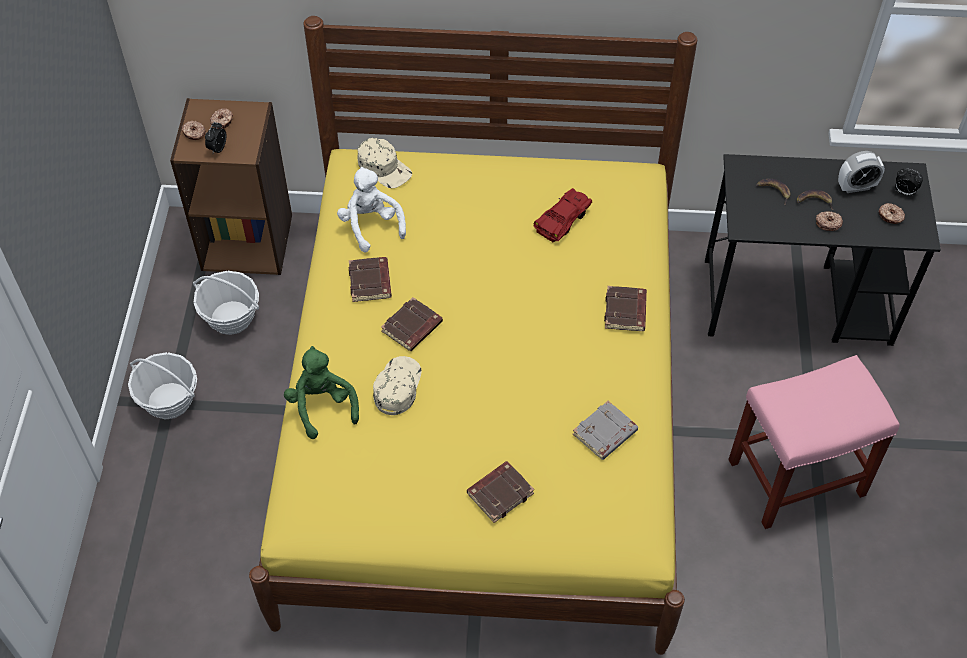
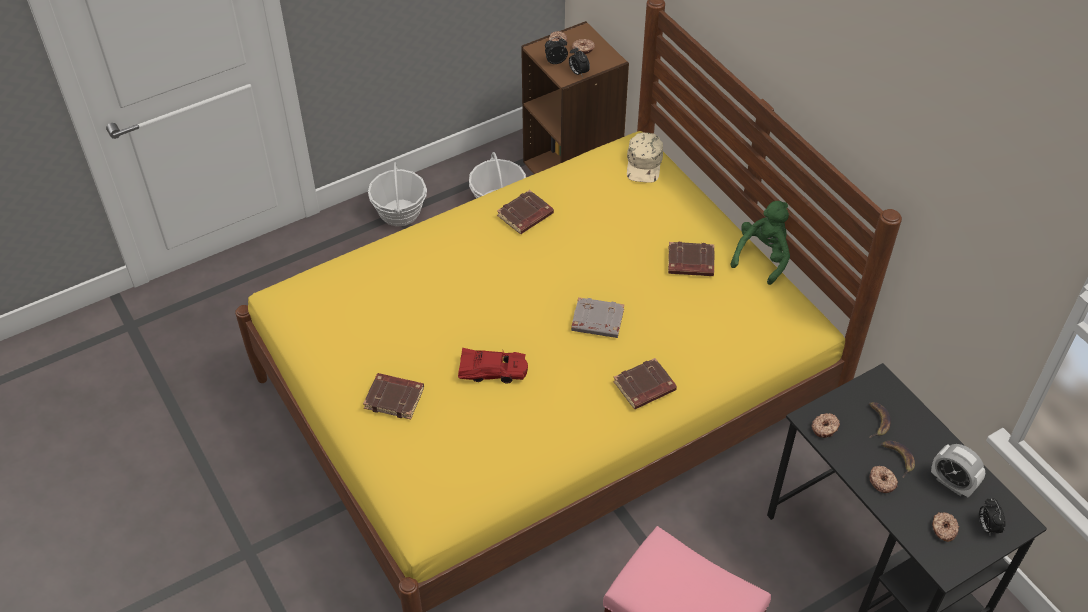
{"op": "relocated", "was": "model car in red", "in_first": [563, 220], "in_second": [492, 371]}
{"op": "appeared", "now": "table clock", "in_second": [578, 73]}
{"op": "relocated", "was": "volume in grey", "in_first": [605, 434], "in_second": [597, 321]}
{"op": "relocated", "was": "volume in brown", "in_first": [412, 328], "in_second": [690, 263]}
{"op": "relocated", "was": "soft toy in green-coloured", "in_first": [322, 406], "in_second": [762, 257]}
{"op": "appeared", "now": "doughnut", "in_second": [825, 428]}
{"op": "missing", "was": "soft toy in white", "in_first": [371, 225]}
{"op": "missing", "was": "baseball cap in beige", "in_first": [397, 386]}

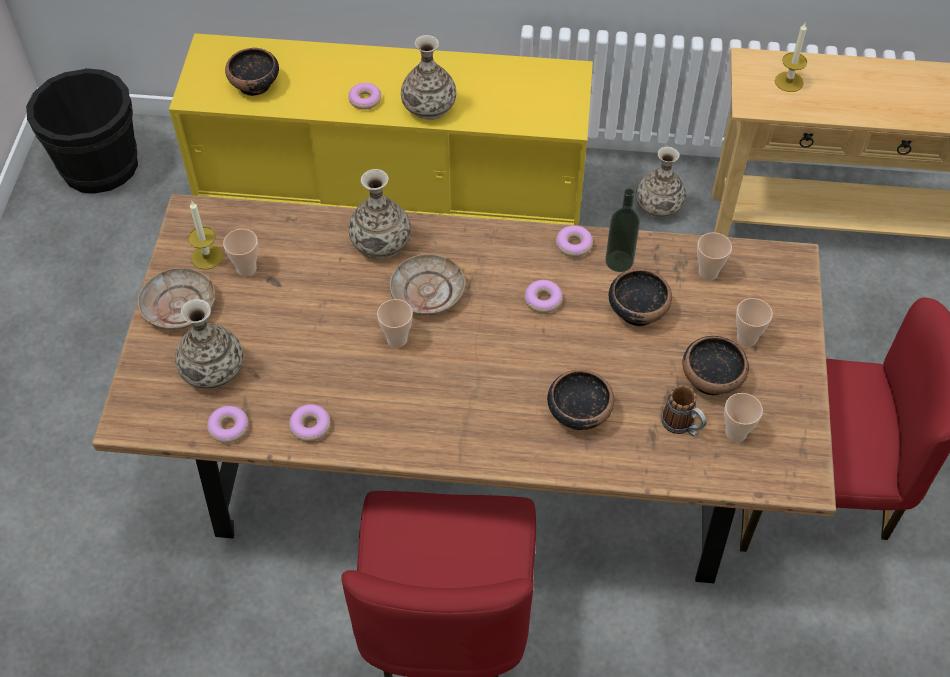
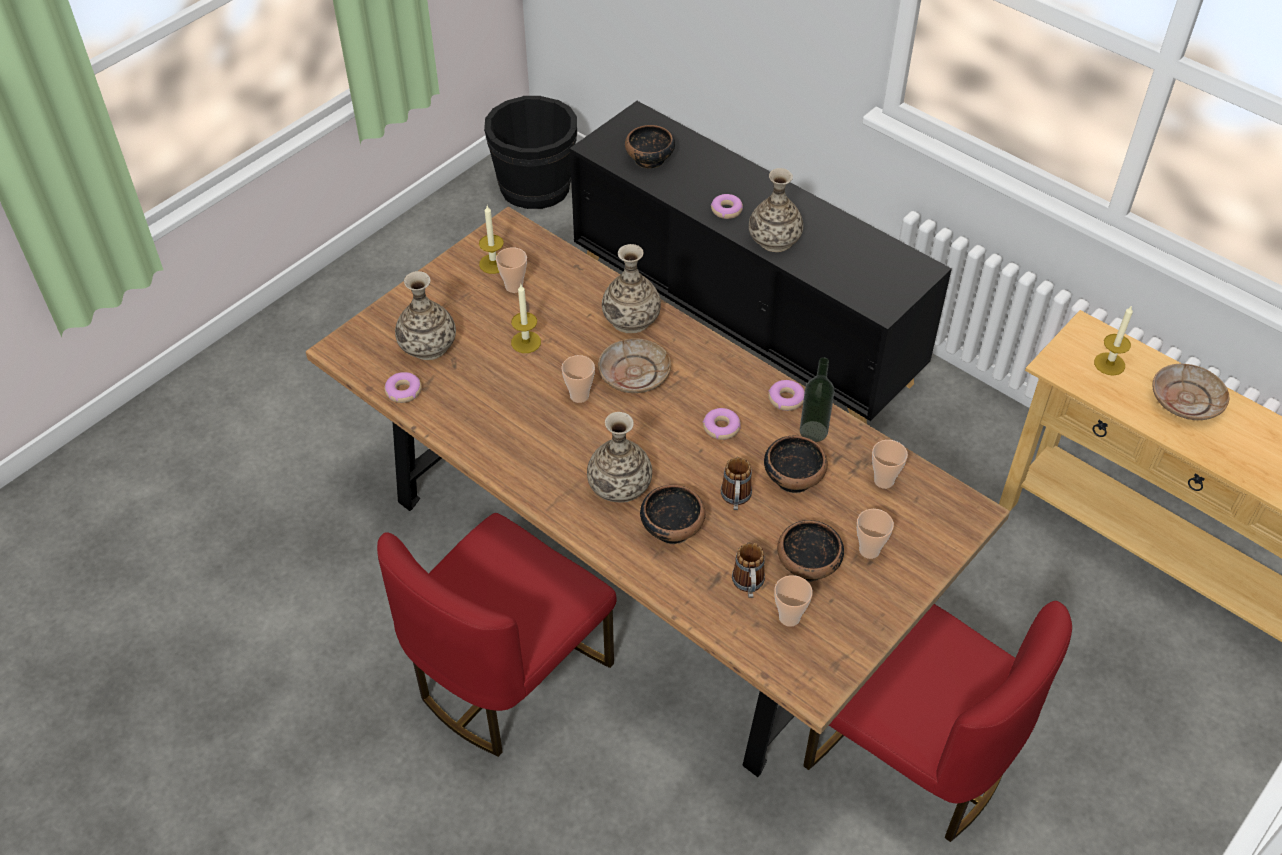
{"op": "appeared", "now": "wax light", "in_second": [526, 342]}
{"op": "colour", "was": "cabinet in yellow", "now": "cabinet in black-coloured", "in_first": [394, 198], "in_second": [744, 323]}
{"op": "relocated", "was": "decorative vase", "in_first": [659, 205], "in_second": [620, 486]}
{"op": "appeared", "now": "tea mug", "in_second": [735, 499]}
{"op": "relocated", "was": "dinner plate in beige", "in_first": [178, 306], "in_second": [1186, 399]}
{"op": "missing", "was": "doughnut", "in_first": [310, 426]}

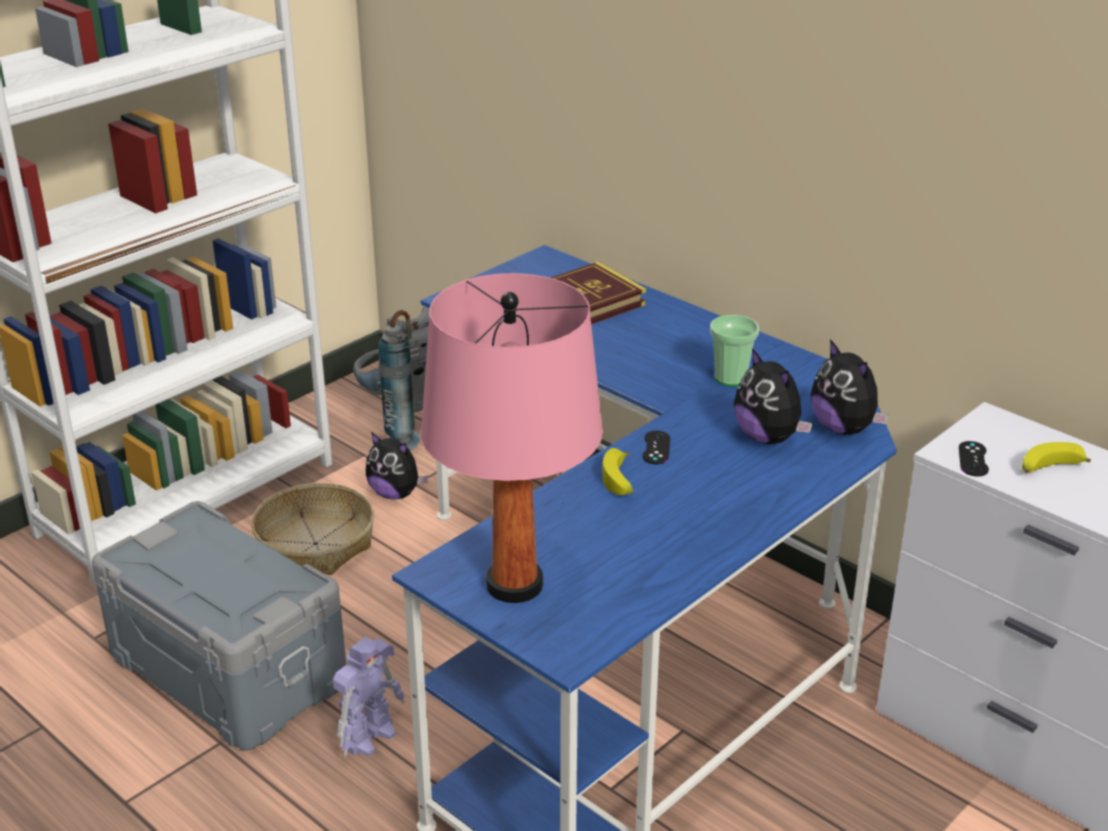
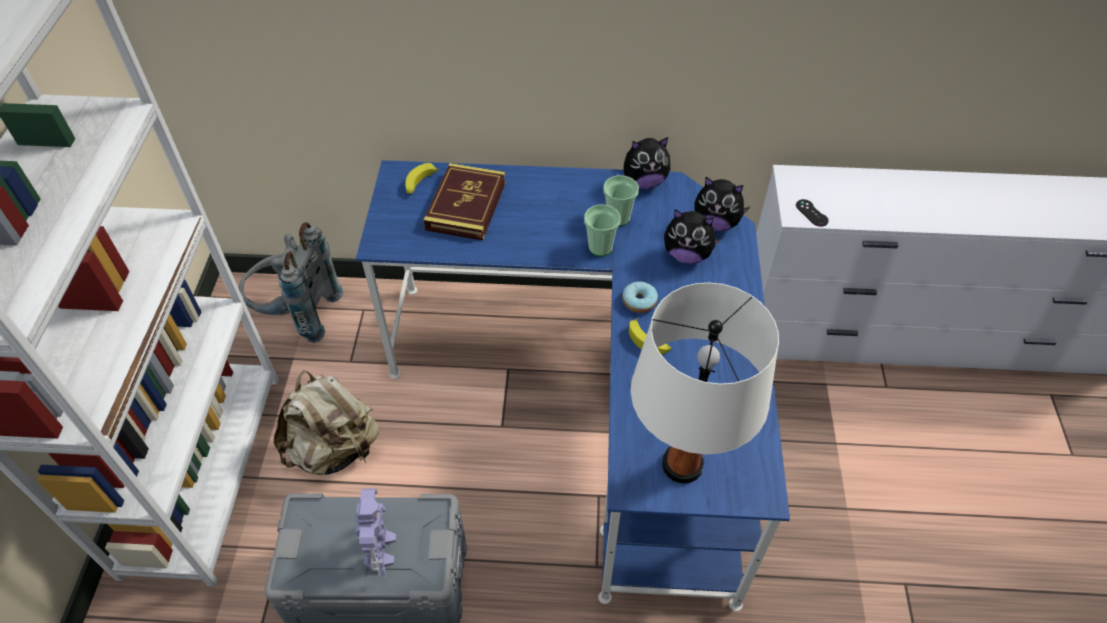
{"op": "exchanged", "was": "household basket", "now": "knapsack in beige", "in_first": [316, 543], "in_second": [334, 449]}
{"op": "relocated", "was": "model robot", "in_first": [370, 736], "in_second": [380, 548]}
{"op": "relocated", "was": "banana", "in_first": [1050, 468], "in_second": [420, 184]}
{"op": "appeared", "now": "small cup", "in_second": [600, 247]}
{"op": "exchanged", "was": "game controller in black-coloured", "now": "doughnut", "in_first": [656, 448], "in_second": [639, 301]}
{"op": "relocated", "was": "soft toy", "in_first": [395, 494], "in_second": [644, 181]}
{"op": "colour", "was": "tabletop lamp in pink", "now": "tabletop lamp in white", "in_first": [515, 585], "in_second": [682, 465]}

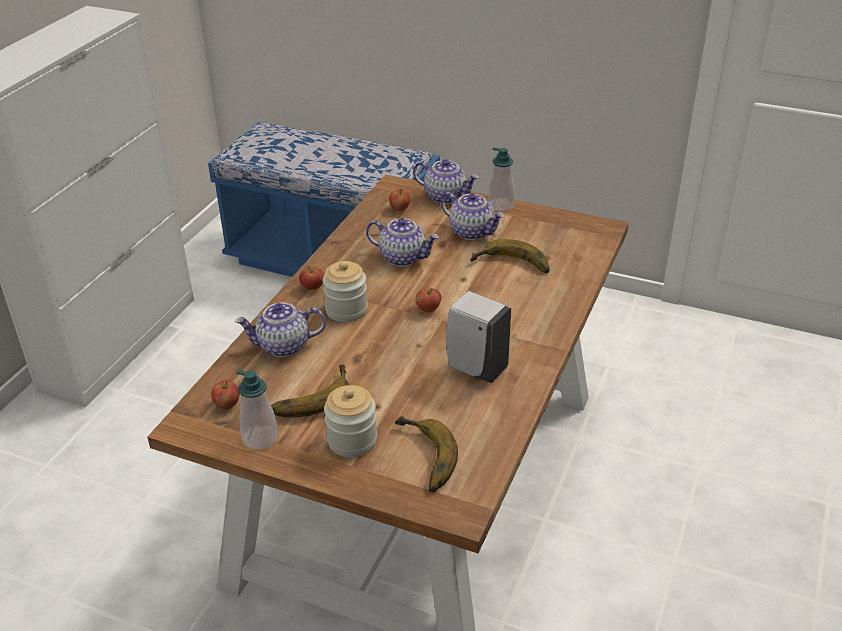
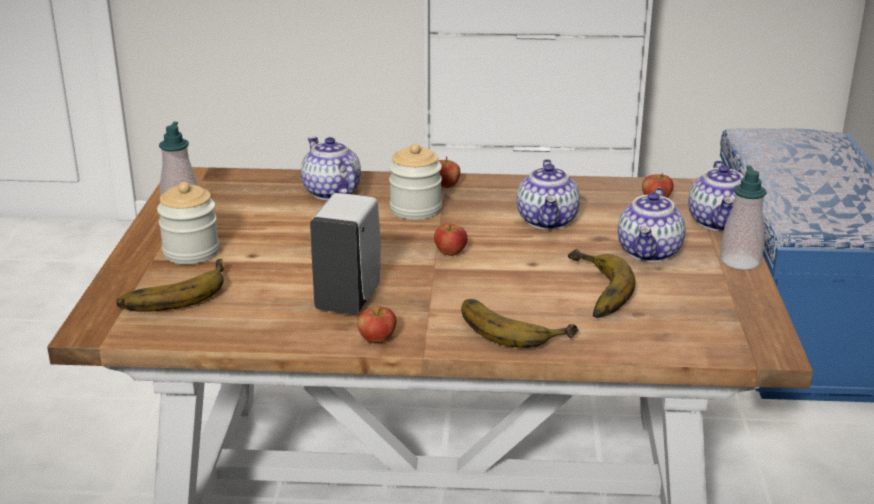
{"op": "relocated", "was": "whole apple", "in_first": [227, 405], "in_second": [377, 339]}
{"op": "relocated", "was": "banana", "in_first": [309, 396], "in_second": [514, 326]}

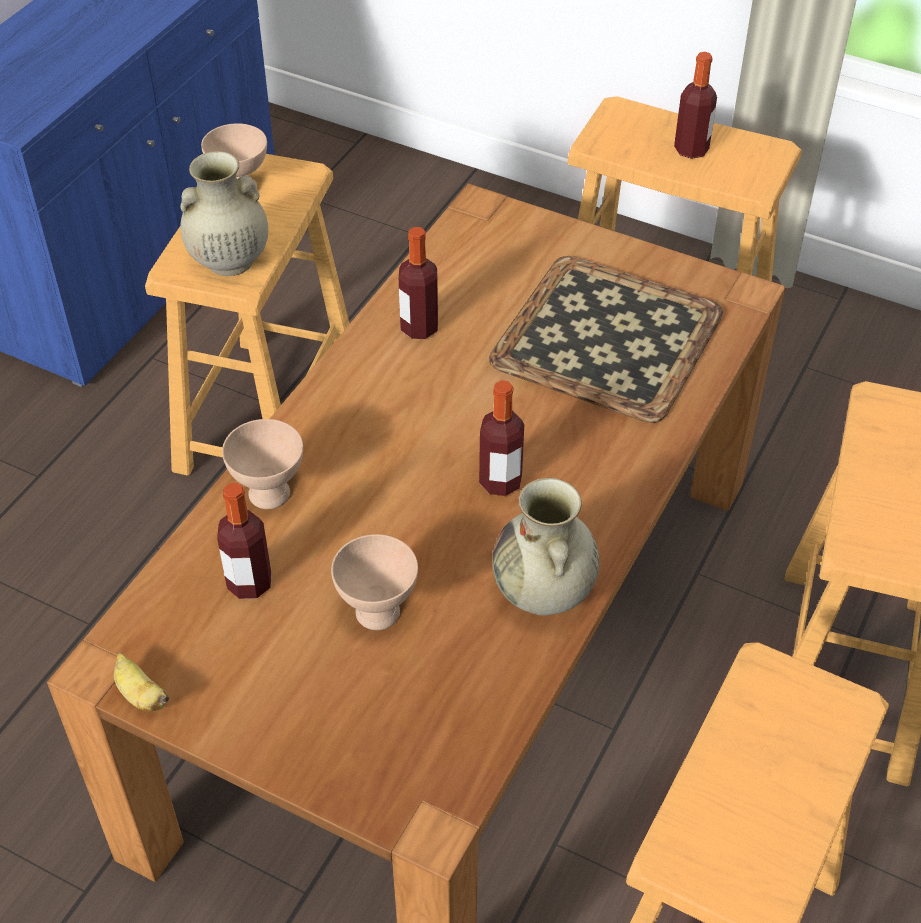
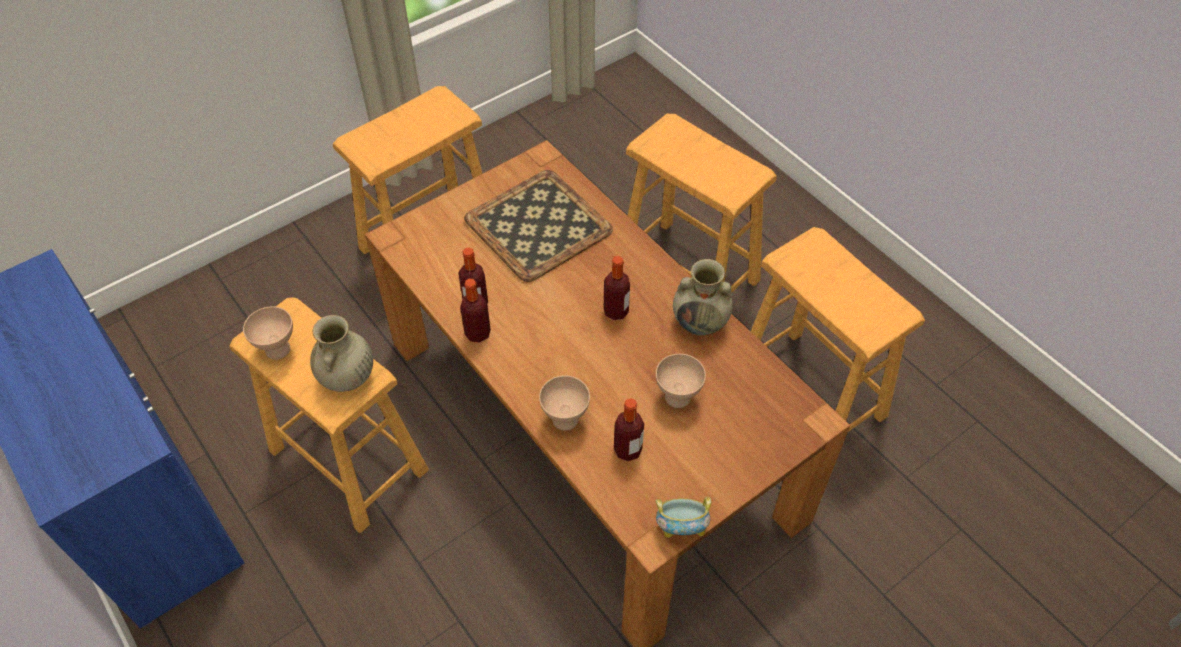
{"op": "relocated", "was": "drink bottle", "in_first": [691, 149], "in_second": [477, 333]}
{"op": "exchanged", "was": "banana", "now": "serving bowl", "in_first": [140, 695], "in_second": [681, 527]}

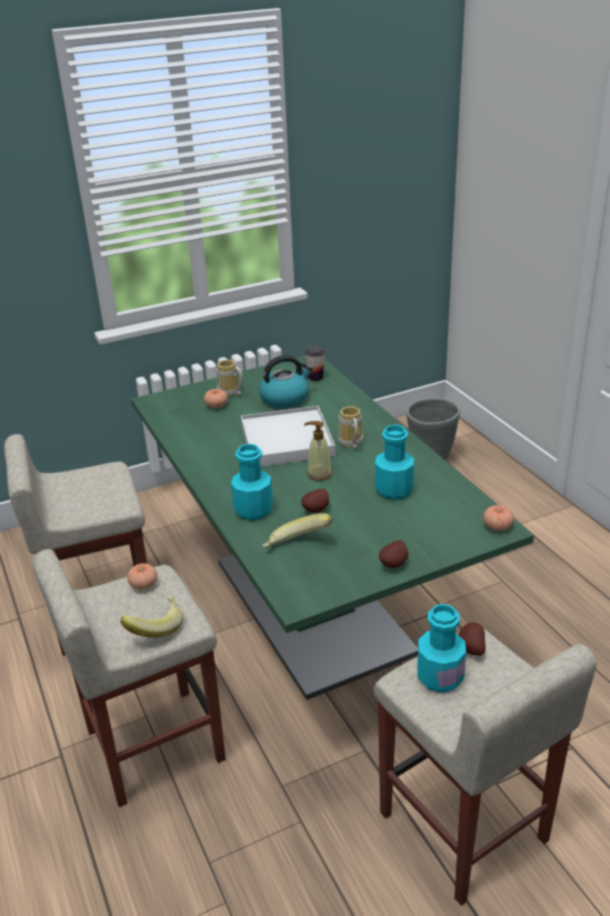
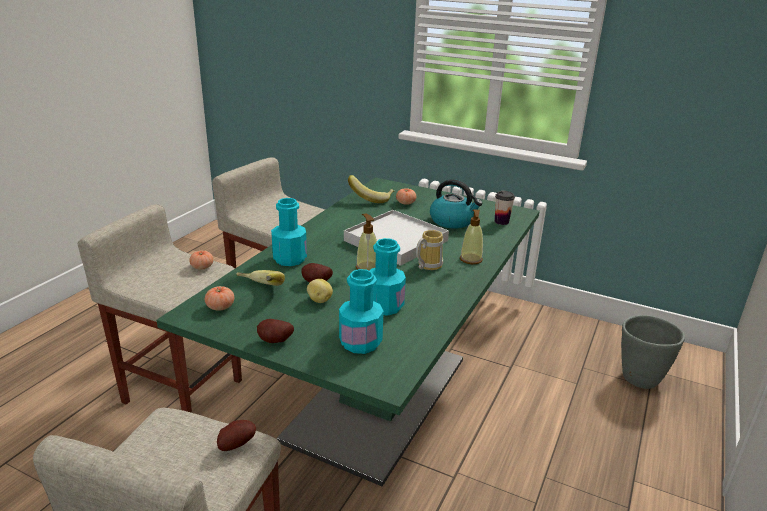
{"op": "relocated", "was": "tomato", "in_first": [497, 526], "in_second": [220, 307]}
{"op": "appeared", "now": "whole potato", "in_second": [319, 300]}
{"op": "relocated", "was": "drink bottle in turquoise", "in_first": [440, 677], "in_second": [360, 342]}
{"op": "relocated", "was": "banana", "in_first": [155, 627], "in_second": [371, 199]}
{"op": "appeared", "now": "soap bottle", "in_second": [471, 259]}
{"op": "missing", "was": "tea mug", "in_first": [230, 393]}

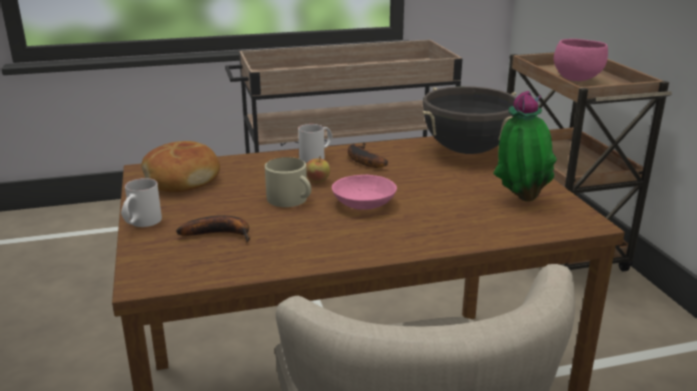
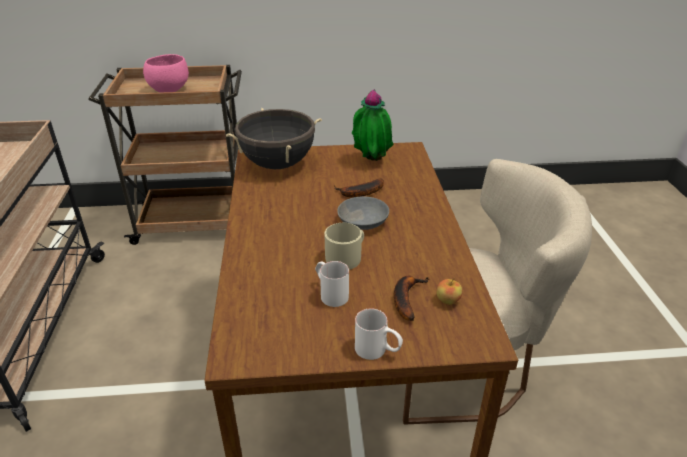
{"op": "relocated", "was": "tea mug in white", "in_first": [316, 156], "in_second": [330, 293]}
{"op": "relocated", "was": "banana", "in_first": [362, 160], "in_second": [359, 193]}
{"op": "colour", "was": "serving bowl in pink", "now": "serving bowl in grey", "in_first": [365, 203], "in_second": [363, 221]}
{"op": "relocated", "was": "whole apple", "in_first": [318, 180], "in_second": [447, 301]}
{"op": "missing", "was": "baked bread", "in_first": [182, 179]}

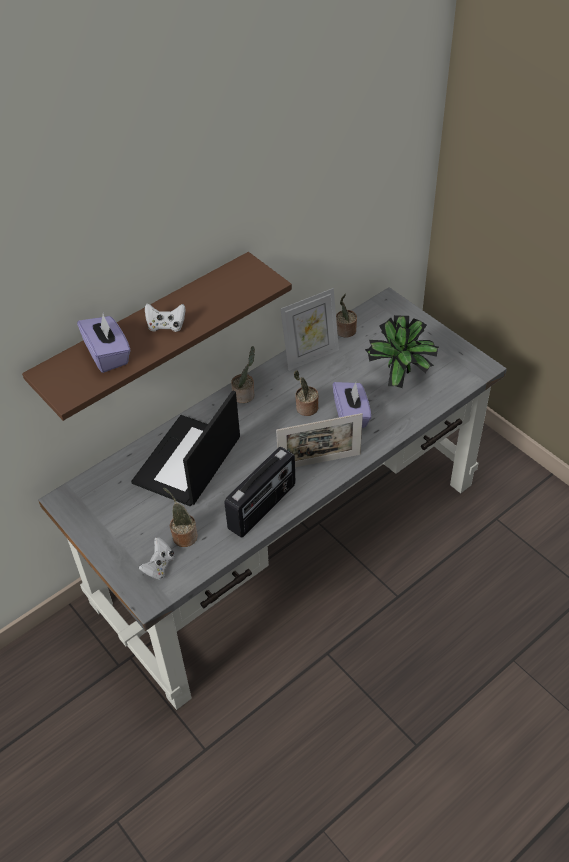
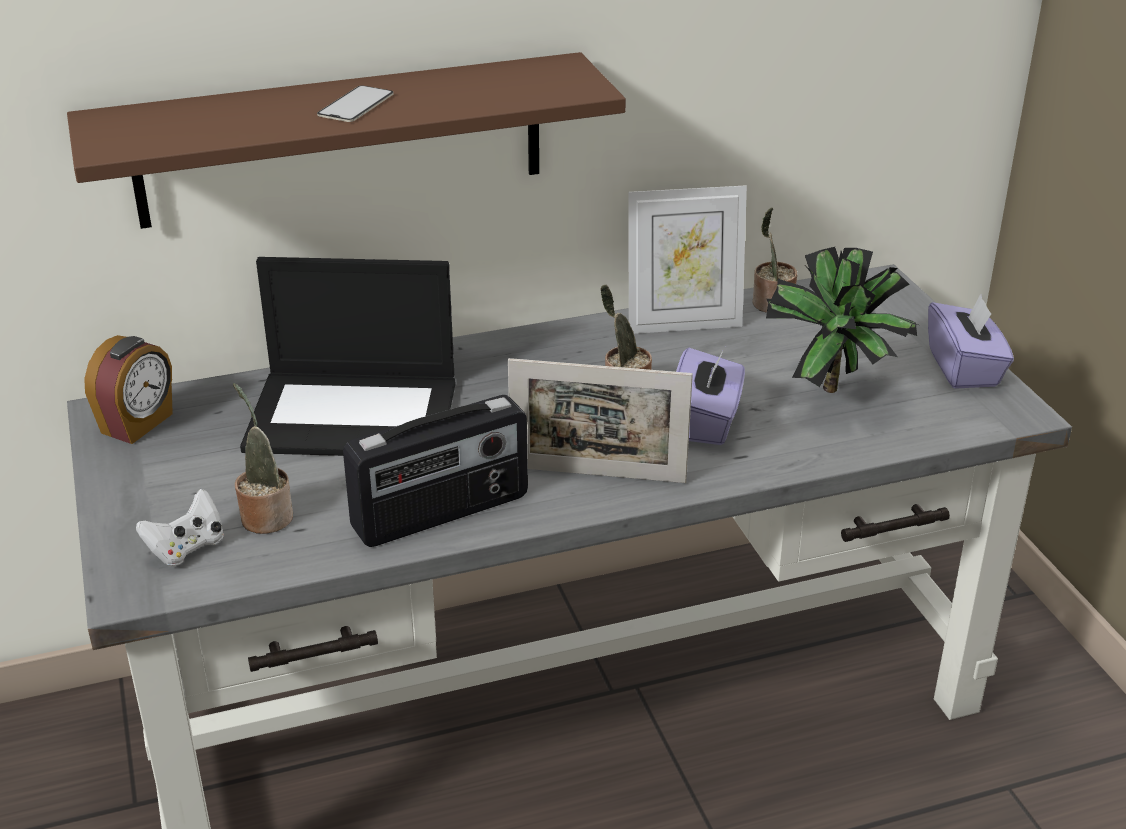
{"op": "appeared", "now": "table clock", "in_second": [138, 424]}
{"op": "spun", "was": "notebook computer", "in_first": [187, 462], "in_second": [355, 414], "clockwise": -135}
{"op": "exchanged", "was": "game controller in white", "now": "handset", "in_first": [166, 326], "in_second": [356, 105]}
{"op": "relocated", "was": "tissue holder in purple-coloured", "in_first": [108, 355], "in_second": [964, 368]}
{"op": "missing", "was": "houseplant", "in_first": [245, 395]}

